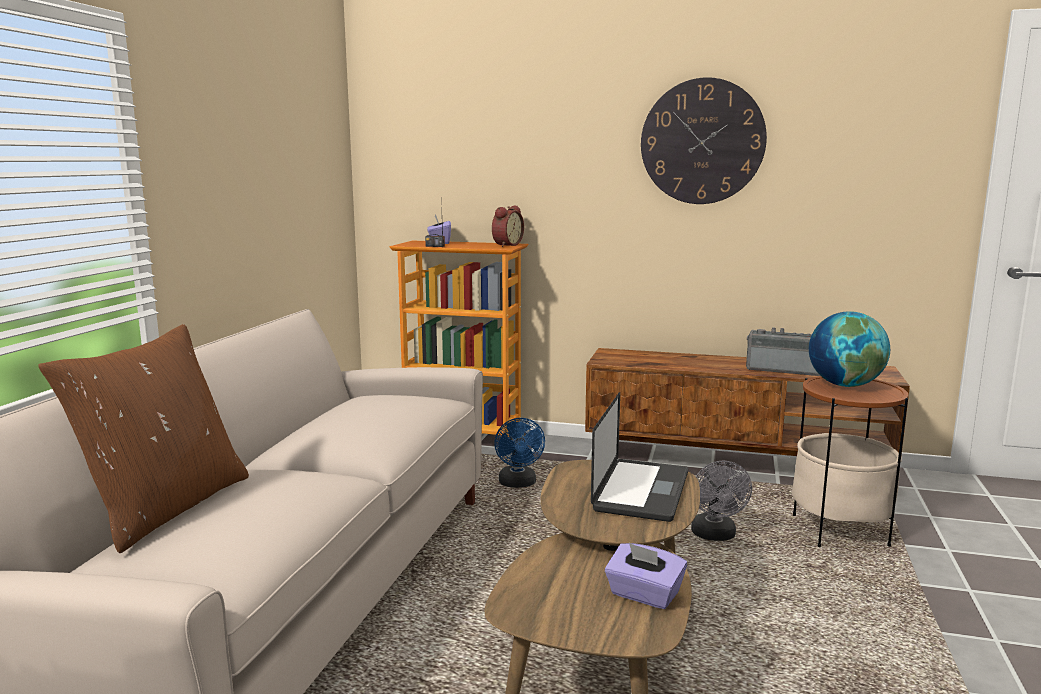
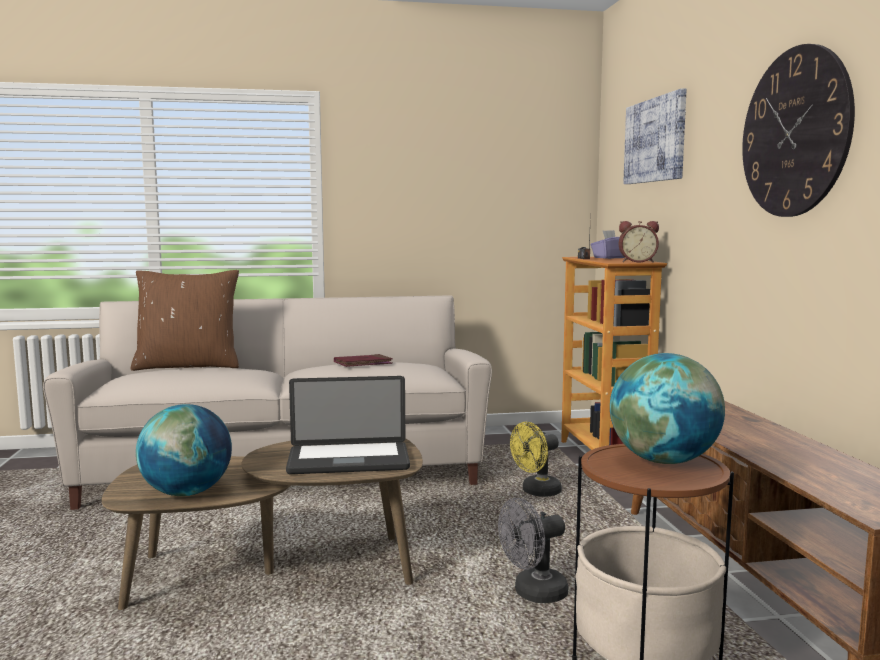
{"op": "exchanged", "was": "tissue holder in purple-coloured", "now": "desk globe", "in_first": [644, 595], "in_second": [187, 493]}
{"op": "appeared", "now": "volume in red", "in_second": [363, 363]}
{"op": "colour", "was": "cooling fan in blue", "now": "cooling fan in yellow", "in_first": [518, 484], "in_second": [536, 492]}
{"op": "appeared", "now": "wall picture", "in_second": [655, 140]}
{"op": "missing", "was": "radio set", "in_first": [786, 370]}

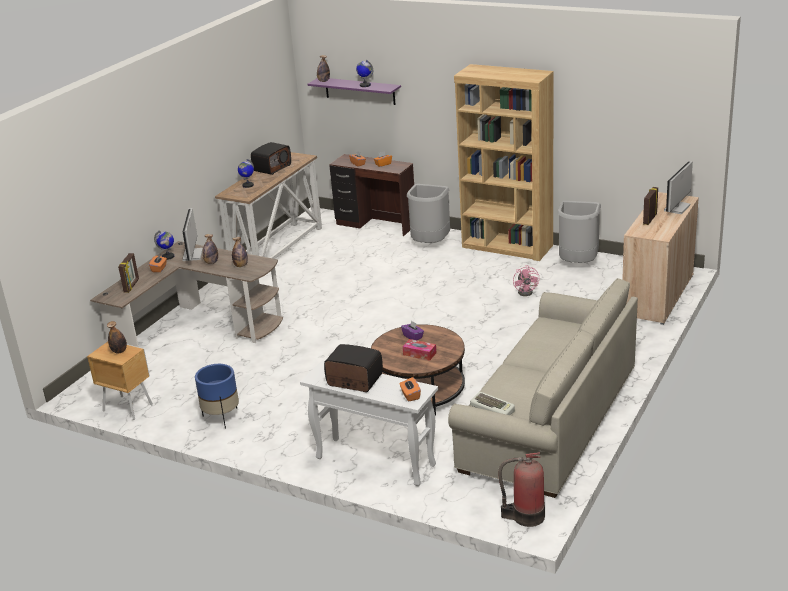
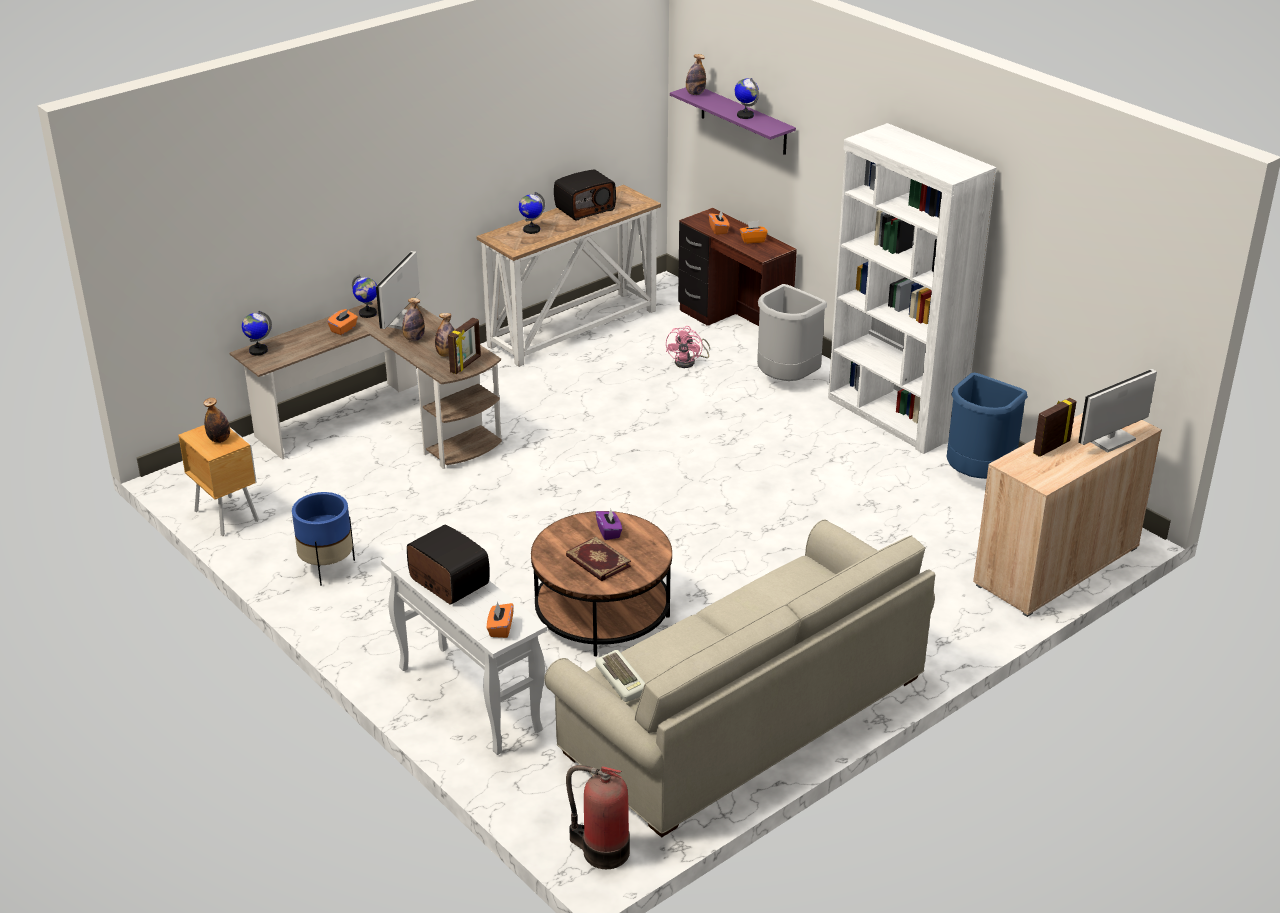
{"op": "appeared", "now": "desk globe", "in_second": [258, 350]}
{"op": "relocated", "was": "standing frame", "in_first": [132, 286], "in_second": [466, 364]}
{"op": "exchanged", "was": "tissue holder", "now": "volume", "in_first": [419, 354], "in_second": [597, 562]}
{"op": "relocated", "was": "cooling fan in pink", "in_first": [527, 291], "in_second": [689, 362]}
{"op": "colour", "was": "bookshelf in brown", "now": "bookshelf in white", "in_first": [507, 246], "in_second": [894, 416]}
{"op": "colour", "was": "waste bin in grey", "now": "waste bin in blue", "in_first": [578, 264], "in_second": [976, 476]}

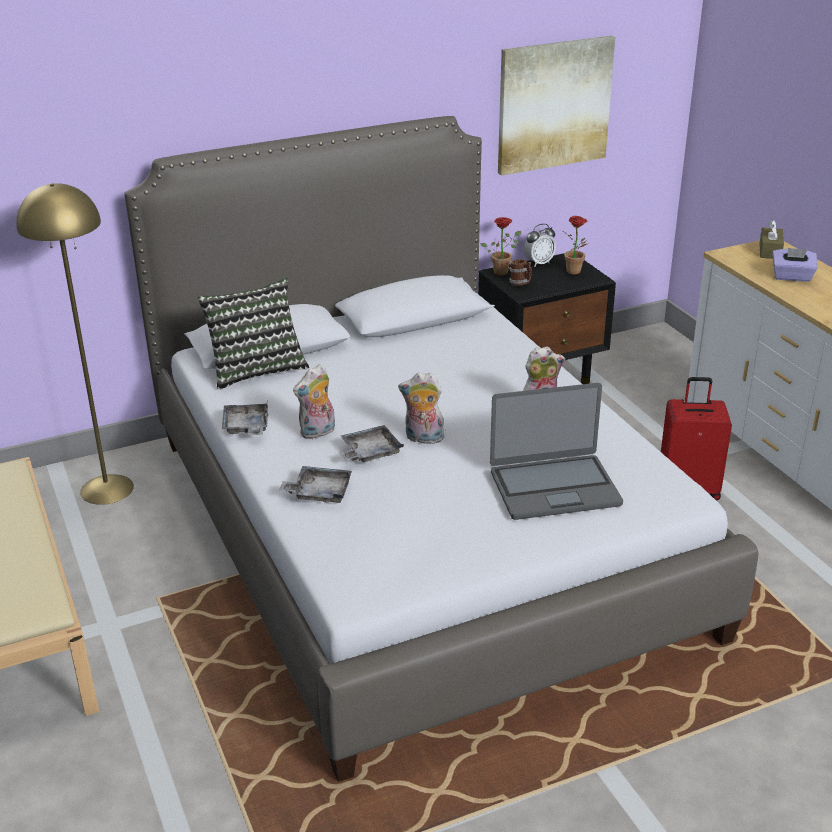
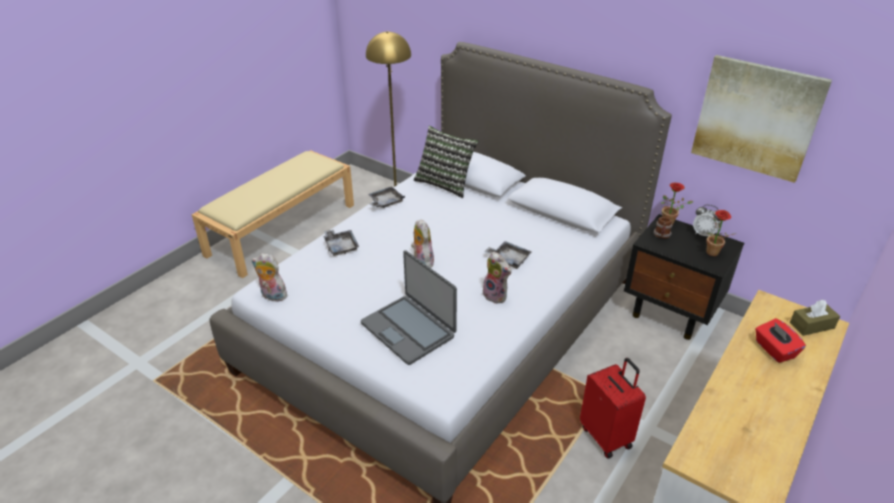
{"op": "relocated", "was": "soft toy", "in_first": [318, 433], "in_second": [272, 296]}
{"op": "relocated", "was": "carrying tray in grey", "in_first": [369, 452], "in_second": [508, 259]}
{"op": "colour", "was": "tissue holder in purple-coloured", "now": "tissue holder in red", "in_first": [792, 277], "in_second": [774, 350]}

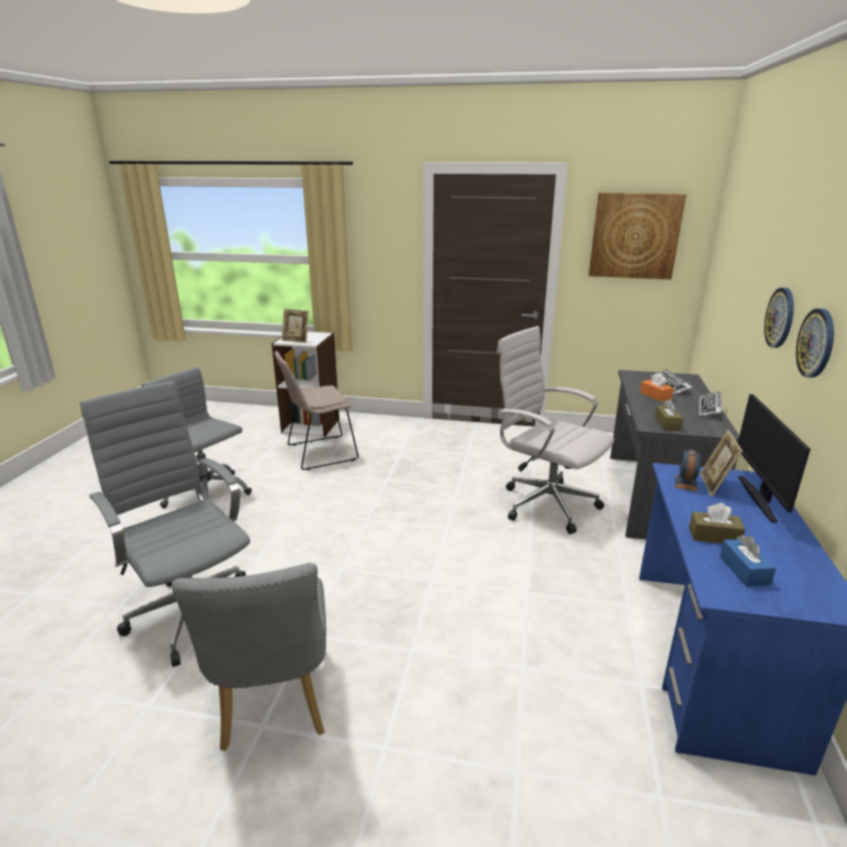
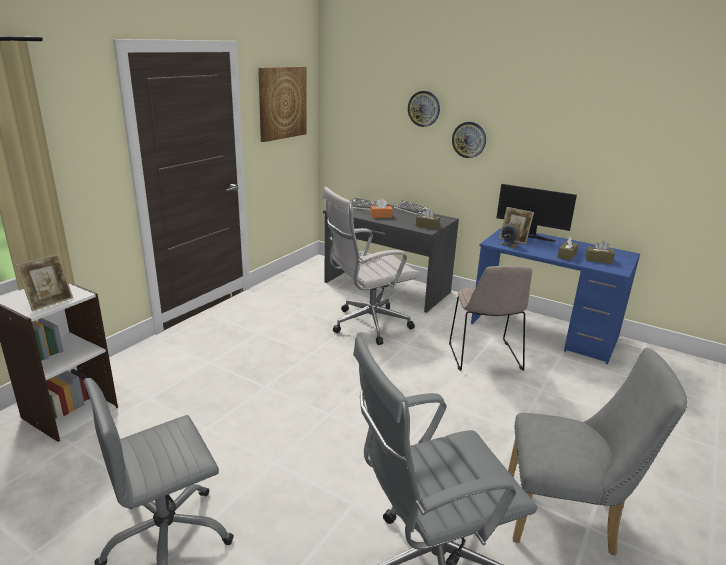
{"op": "relocated", "was": "hanging clock", "in_first": [816, 343], "in_second": [424, 108]}
{"op": "relocated", "was": "chair in beige", "in_first": [319, 453], "in_second": [484, 357]}
{"op": "colour", "was": "tissue holder in blue", "now": "tissue holder in brown", "in_first": [744, 570], "in_second": [598, 260]}

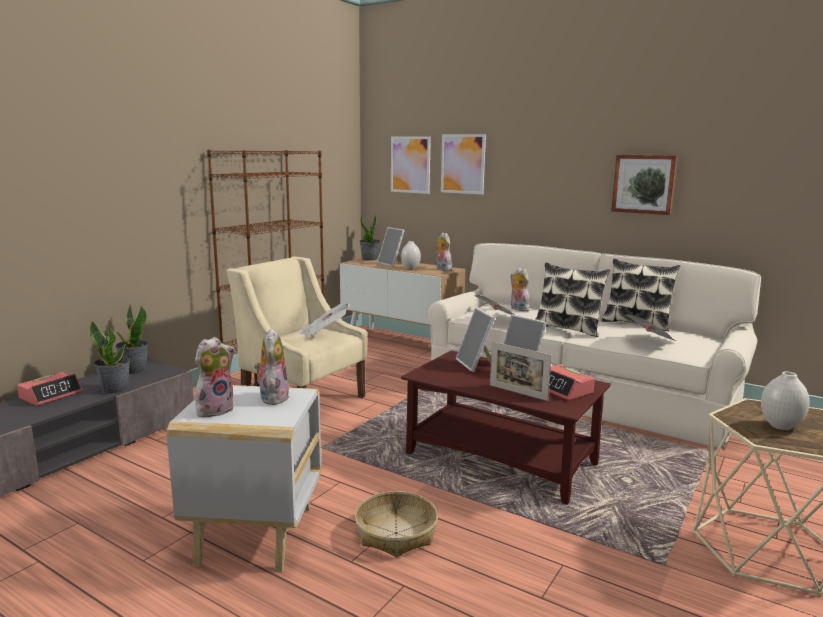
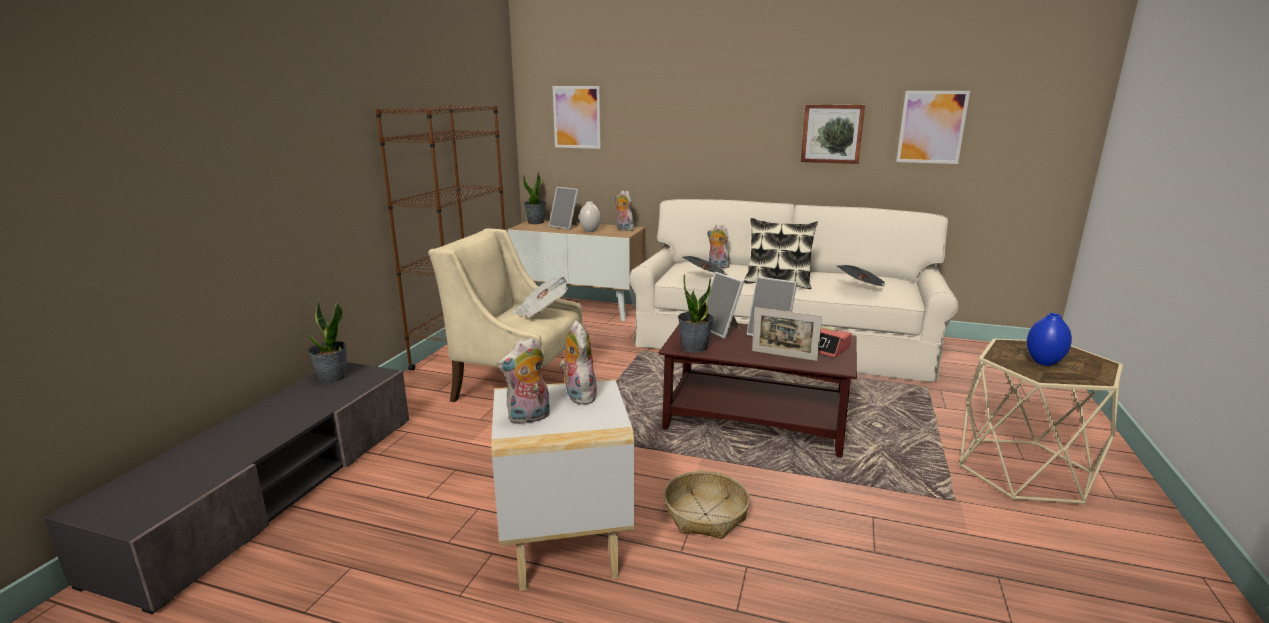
{"op": "spun", "was": "soft toy", "in_first": [215, 409], "in_second": [529, 418], "clockwise": -150}
{"op": "relocated", "was": "houseplant", "in_first": [115, 389], "in_second": [694, 347]}
{"op": "relocated", "was": "wall picture", "in_first": [462, 164], "in_second": [931, 127]}
{"op": "colour", "was": "decorative vase in white", "now": "decorative vase in blue", "in_first": [781, 426], "in_second": [1044, 362]}
{"op": "missing", "was": "table clock", "in_first": [51, 395]}
{"op": "missing", "was": "cushion", "in_first": [636, 323]}

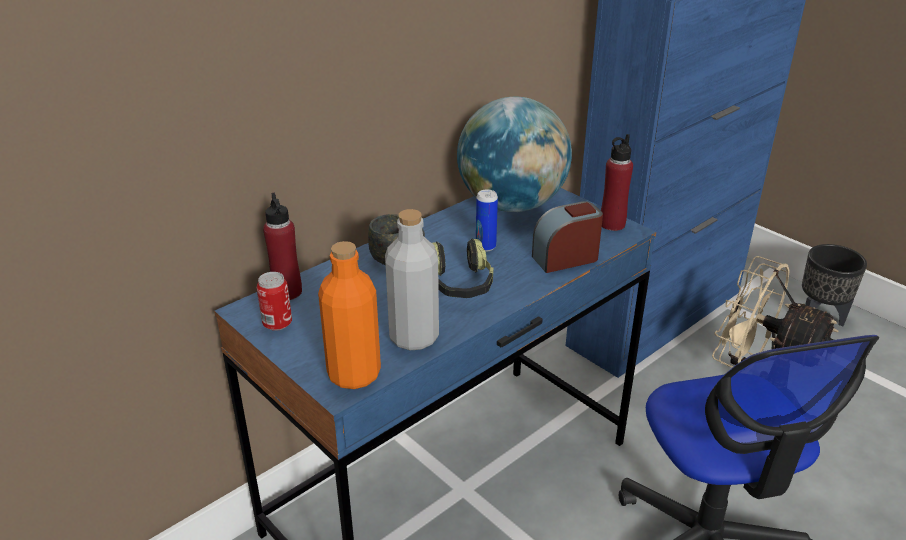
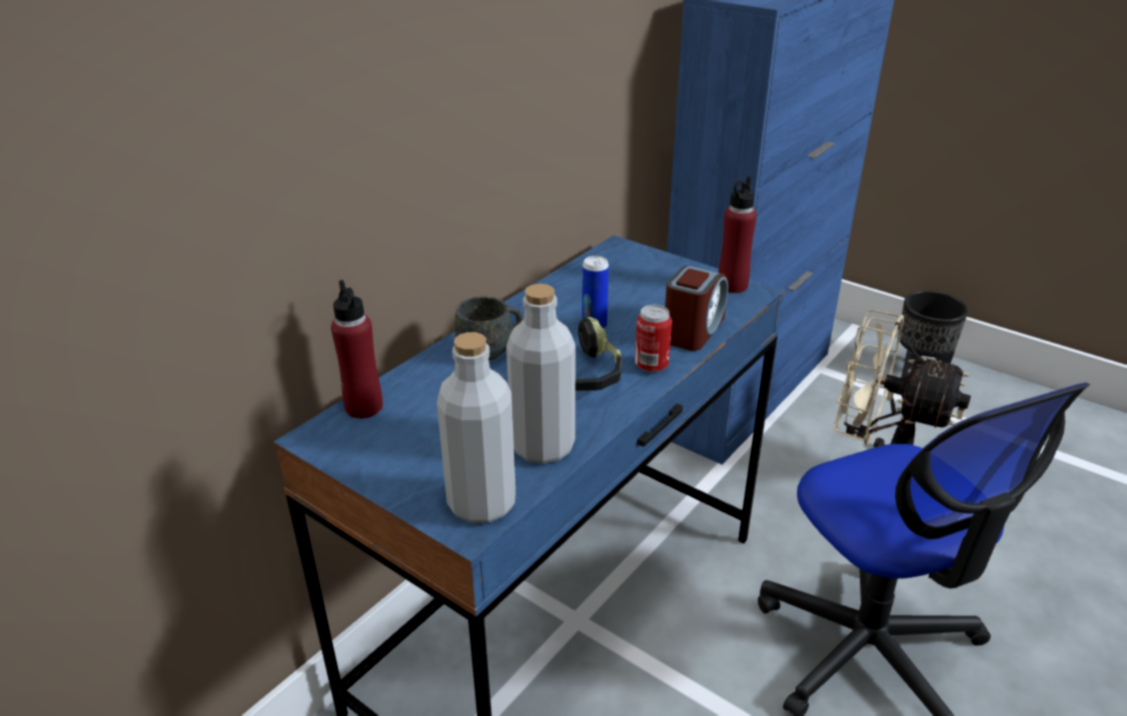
{"op": "colour", "was": "drink bottle in orange-coloured", "now": "drink bottle in grey", "in_first": [354, 374], "in_second": [481, 503]}
{"op": "relocated", "was": "can", "in_first": [277, 324], "in_second": [651, 365]}
{"op": "spun", "was": "table clock", "in_first": [565, 258], "in_second": [693, 330], "clockwise": 150}
{"op": "missing", "was": "desk globe", "in_first": [511, 205]}

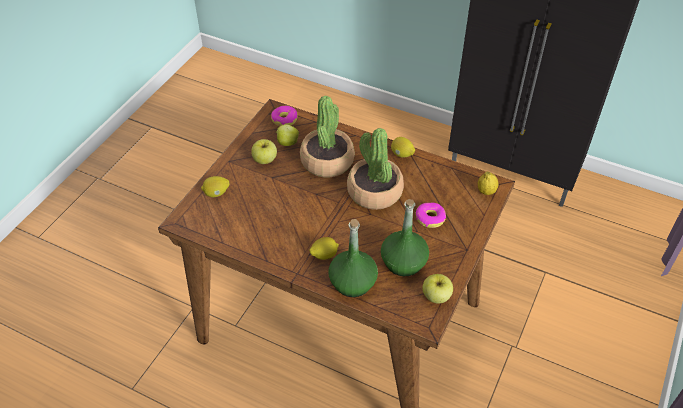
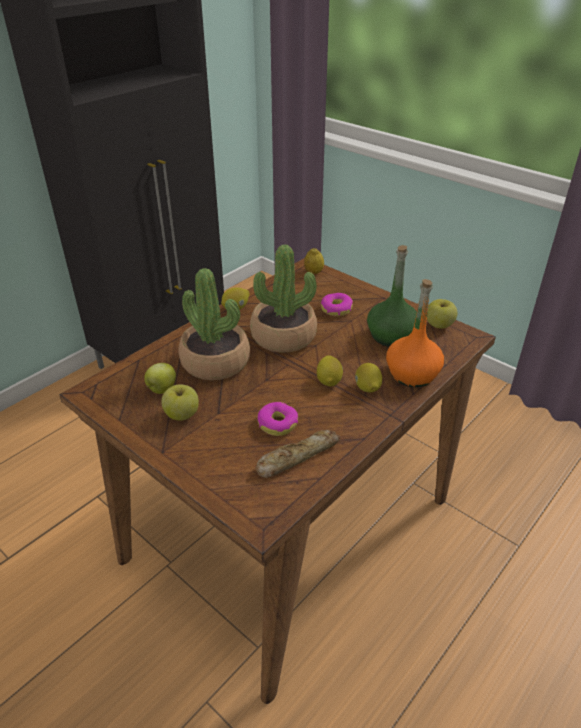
{"op": "appeared", "now": "baked bread", "in_second": [297, 457]}
{"op": "relocated", "was": "doughnut", "in_first": [284, 119], "in_second": [277, 423]}
{"op": "relocated", "was": "lemon", "in_first": [216, 193], "in_second": [329, 381]}
{"op": "colour", "was": "drink bottle in green-coloured", "now": "drink bottle in orange-coloured", "in_first": [353, 282], "in_second": [412, 374]}

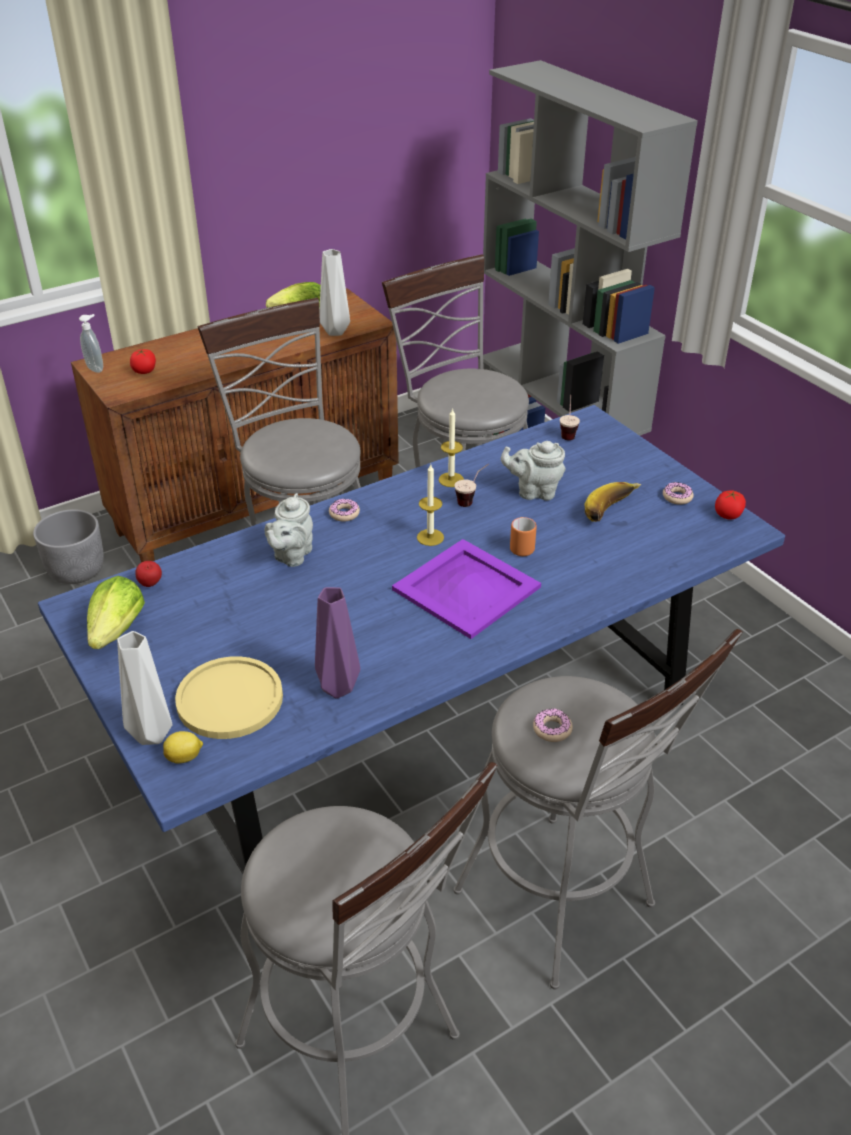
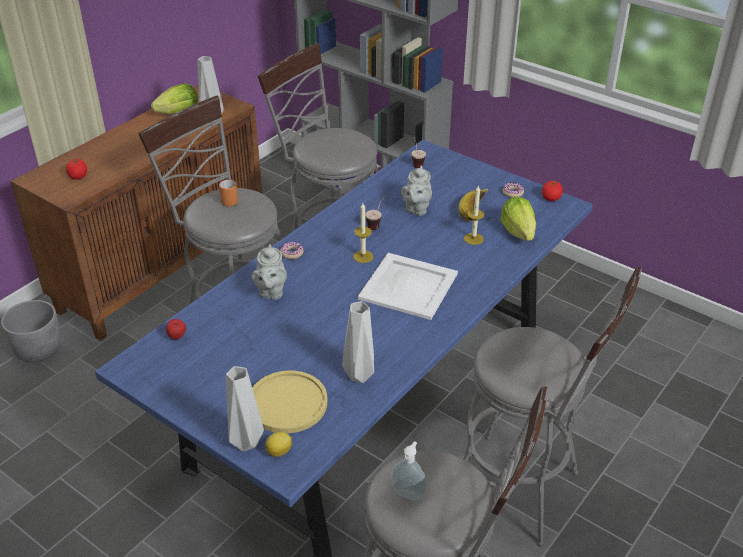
{"op": "relocated", "was": "tea mug in orange-coloured", "in_first": [521, 547], "in_second": [228, 200]}
{"op": "colour", "was": "decorative vase in purple-coloured", "now": "decorative vase in grey", "in_first": [336, 687], "in_second": [358, 375]}
{"op": "colour", "was": "carrying tray in purple-coloured", "now": "carrying tray in white", "in_first": [466, 587], "in_second": [408, 285]}
{"op": "relocated", "was": "soap bottle", "in_first": [96, 368], "in_second": [409, 493]}
{"op": "spun", "was": "pot for tea in grey", "in_first": [534, 491], "in_second": [416, 209], "clockwise": -60}
{"op": "relocated", "was": "wax light", "in_first": [451, 480], "in_second": [473, 239]}
{"op": "relocated", "was": "lettuce", "in_first": [117, 630], "in_second": [518, 232]}
{"op": "missing", "was": "doughnut", "in_first": [552, 729]}

